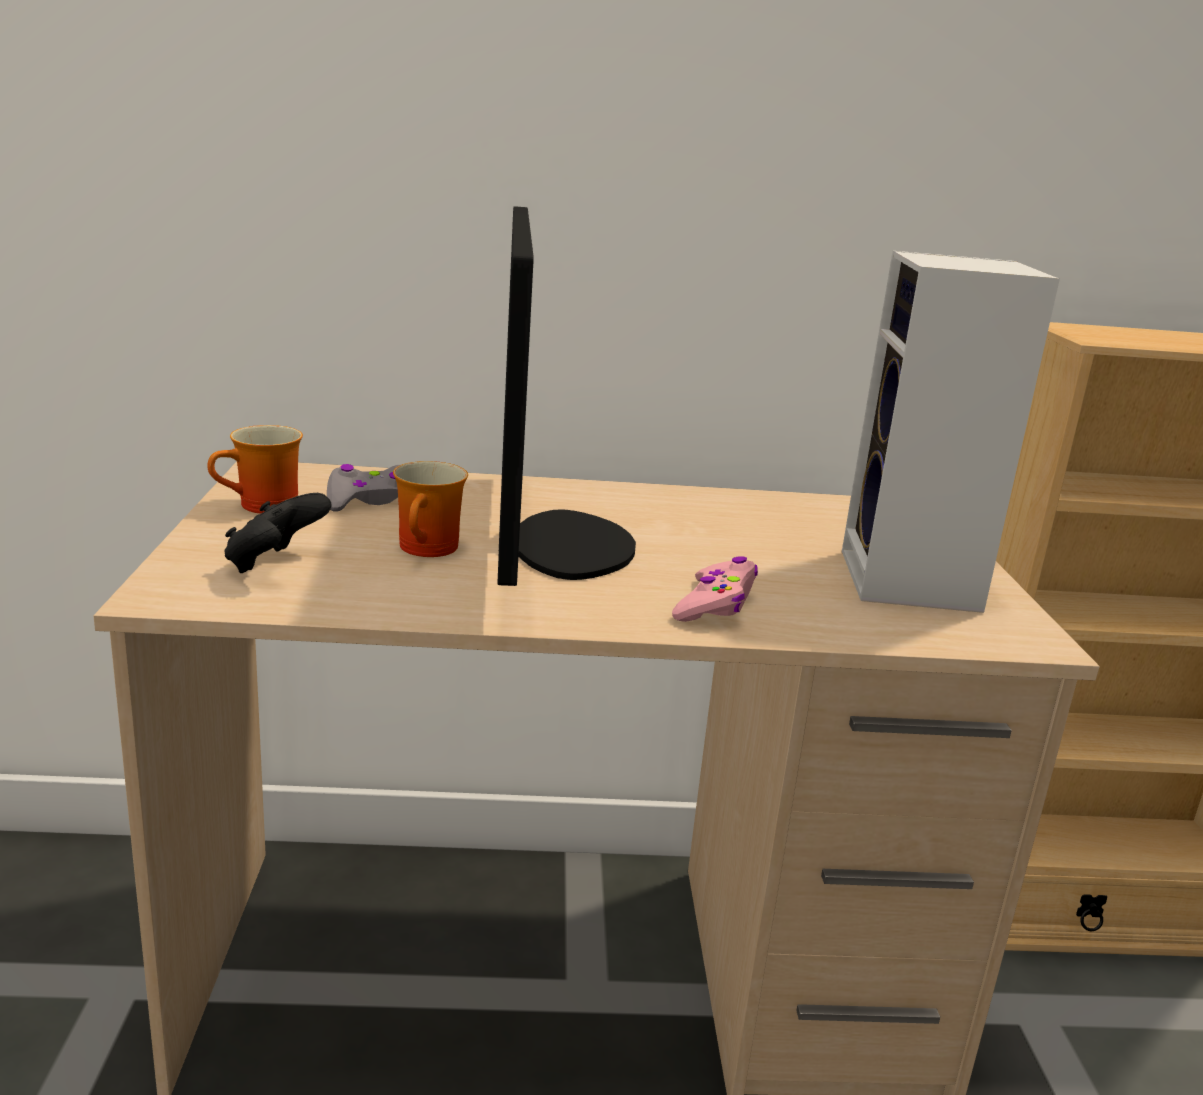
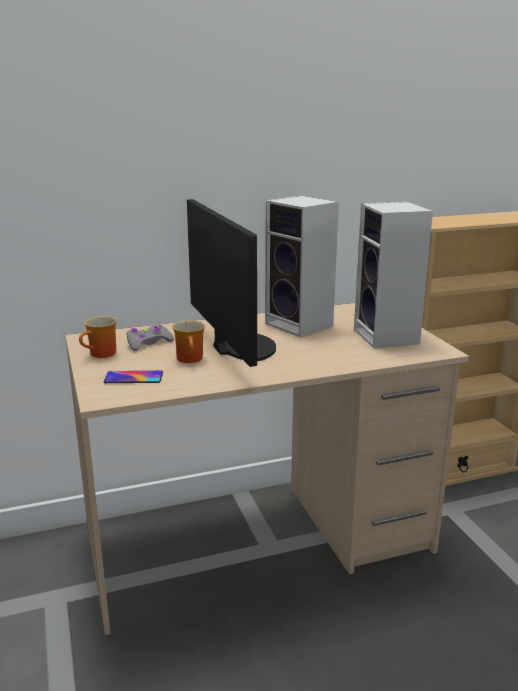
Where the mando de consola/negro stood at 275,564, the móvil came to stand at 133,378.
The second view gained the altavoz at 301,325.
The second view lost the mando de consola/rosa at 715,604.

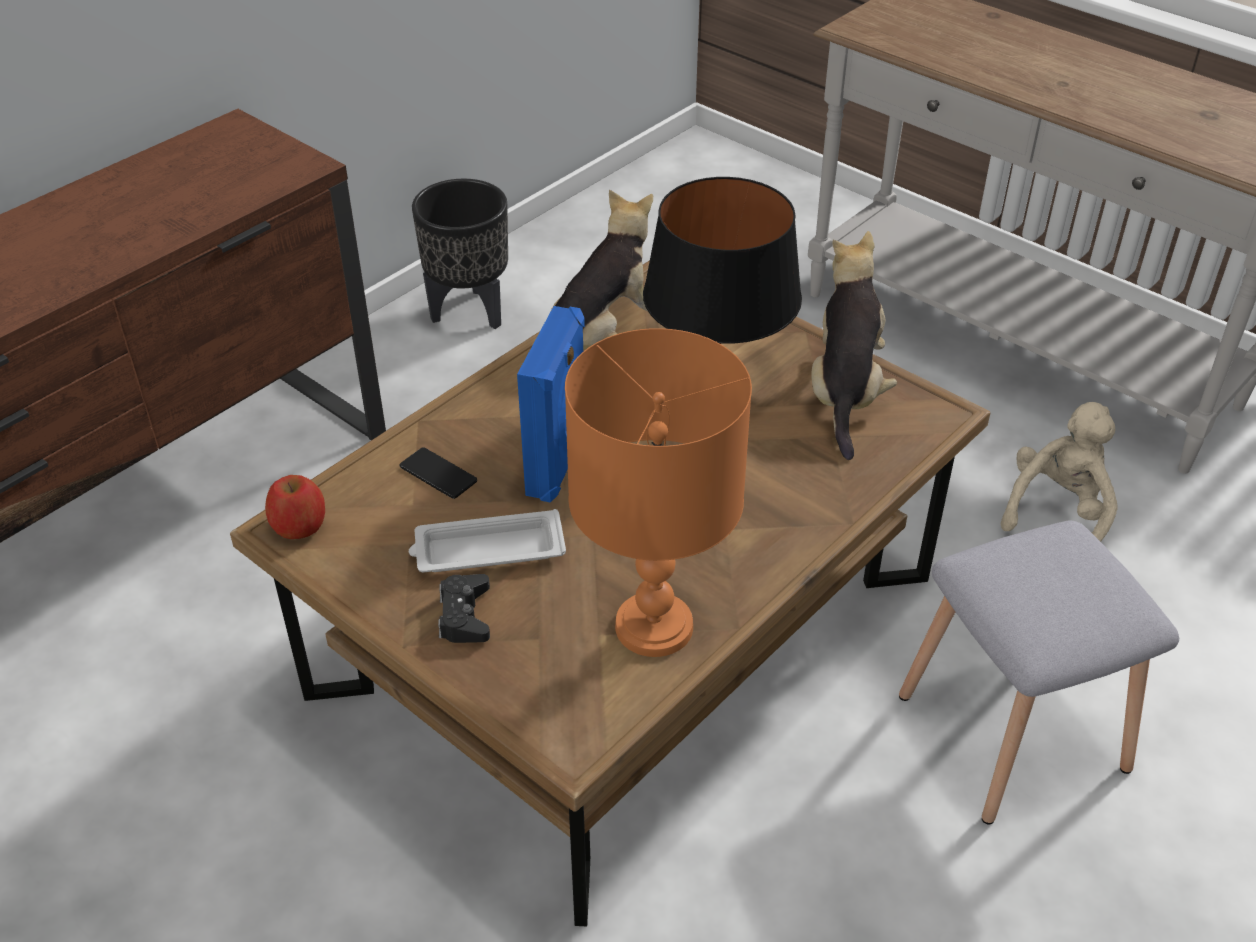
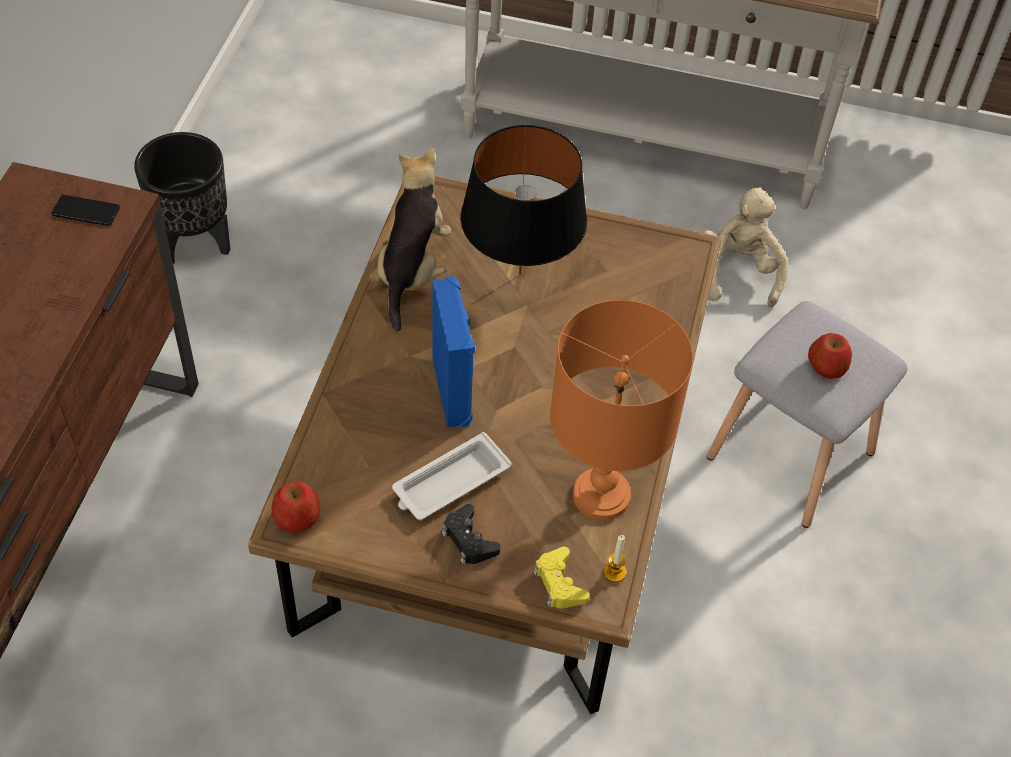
The móvil ended up elsewhere, having gone from 438,474 to 86,211.
The second view gained the mando de consola/amarillo at 559,583.
The second view gained the vela at 614,572.
The second view gained the manzana at 826,366.
The second view lost the peluche at 845,393.

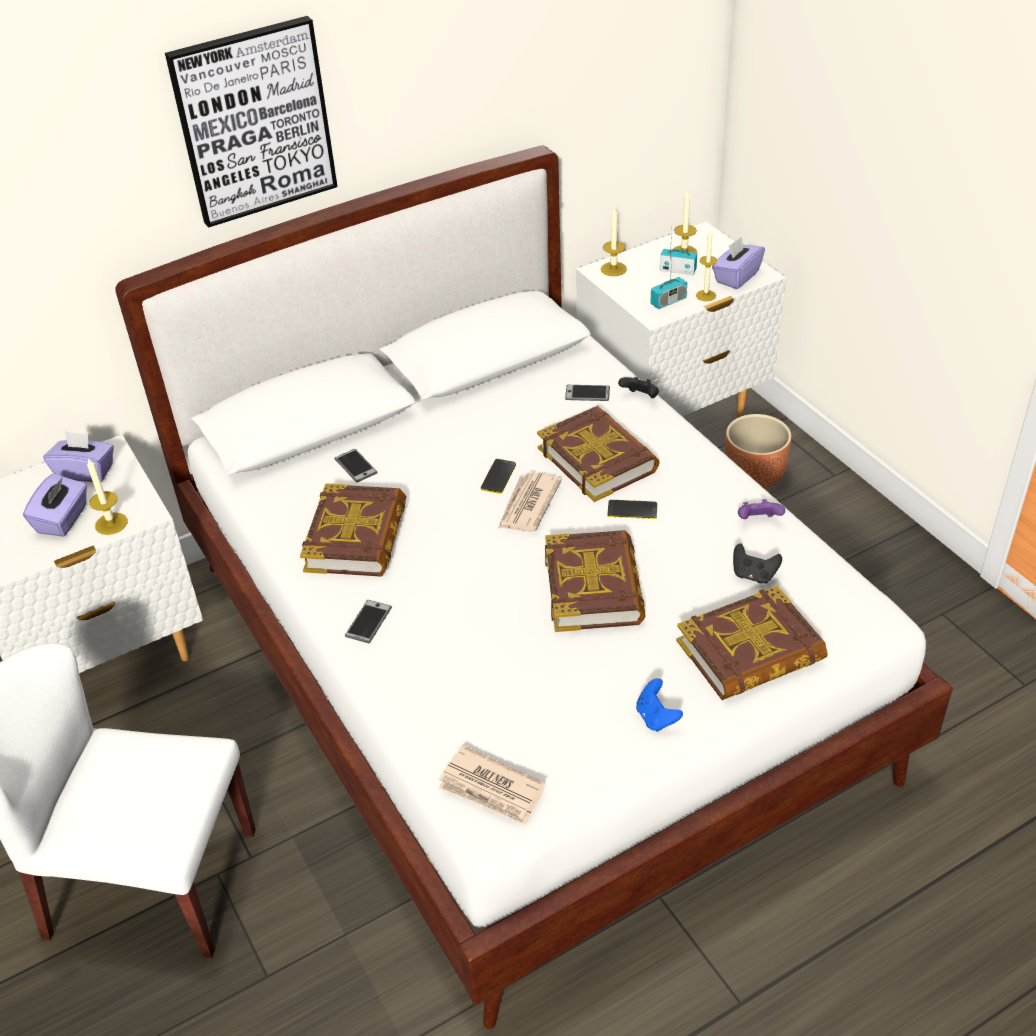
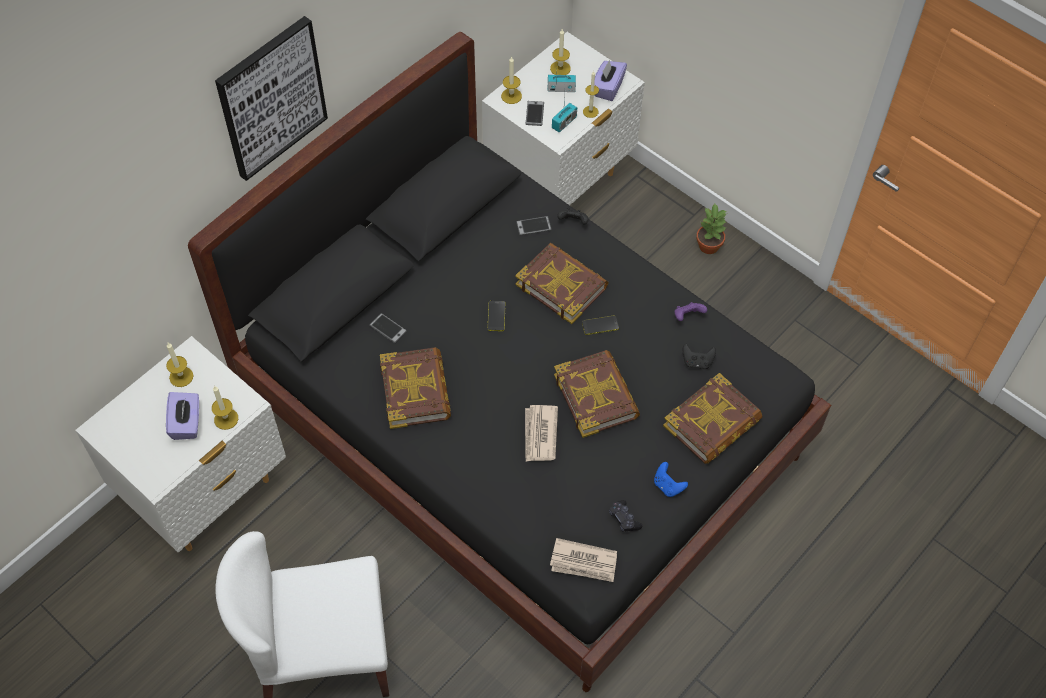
Where the caja de pañuelos/morado stood at 86,471, the vela came to stand at 181,376.
What was the cama/blanco at 527,665 turned into the cama/negro at 522,427.
The móvil ended up elsewhere, having gone from 368,622 to 534,114.
The periódico ended up elsewhere, having gone from 528,505 to 540,435.
The second view gained the mando de consola/negro at 624,519.
The second view gained the planta en maceta at 709,245.
The second view lost the maceta/marrón at 754,476.

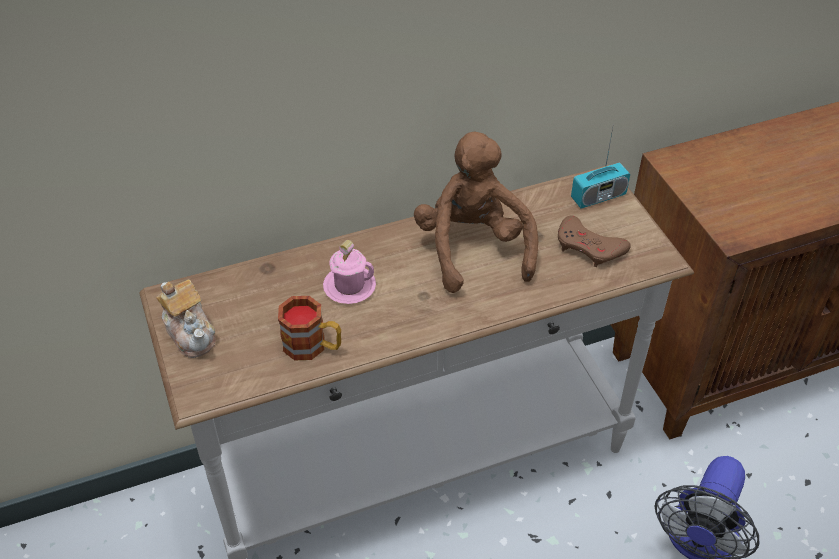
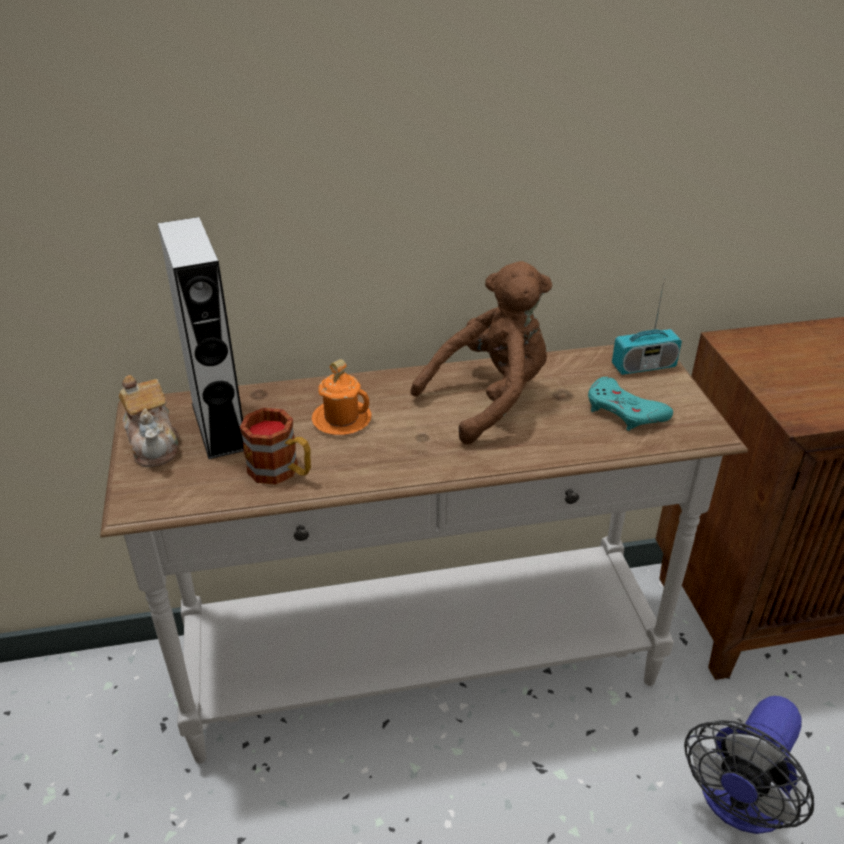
The second view gained the altavoz/gris at 219,426.
What was the taza grande/rosa at 349,286 turned into the taza grande/naranja at 341,420.
The peluche/marrón at 473,248 ended up facing another way, 60 degrees clockwise from before.
What was the mando de consola/marrón at 589,247 turned into the mando de consola/turquesa at 624,411.

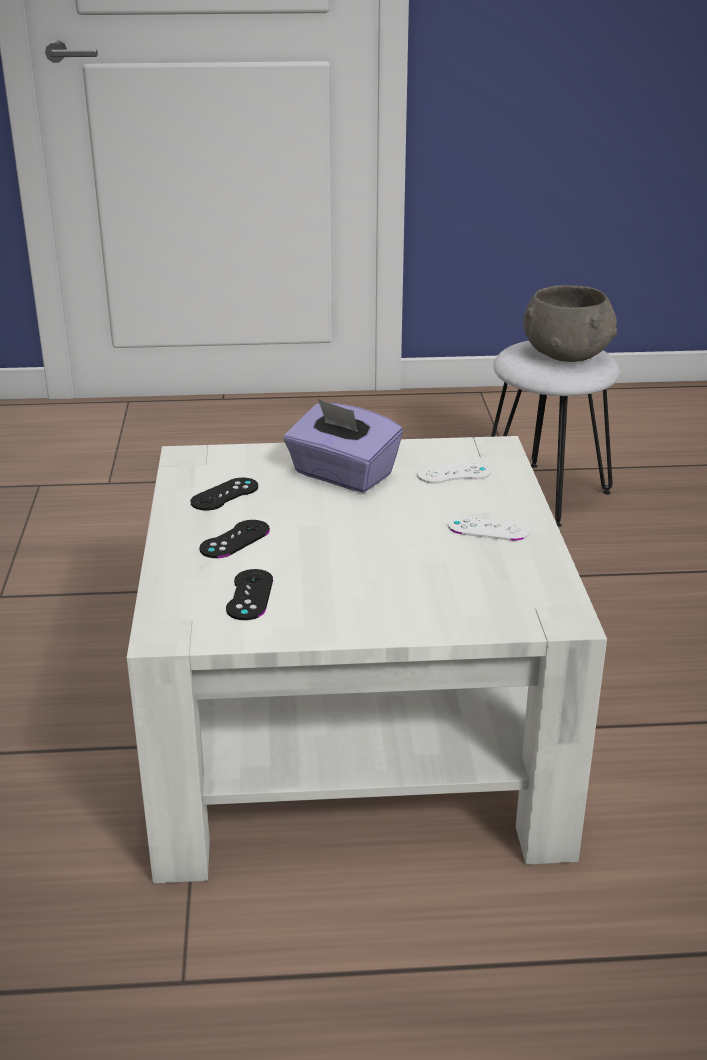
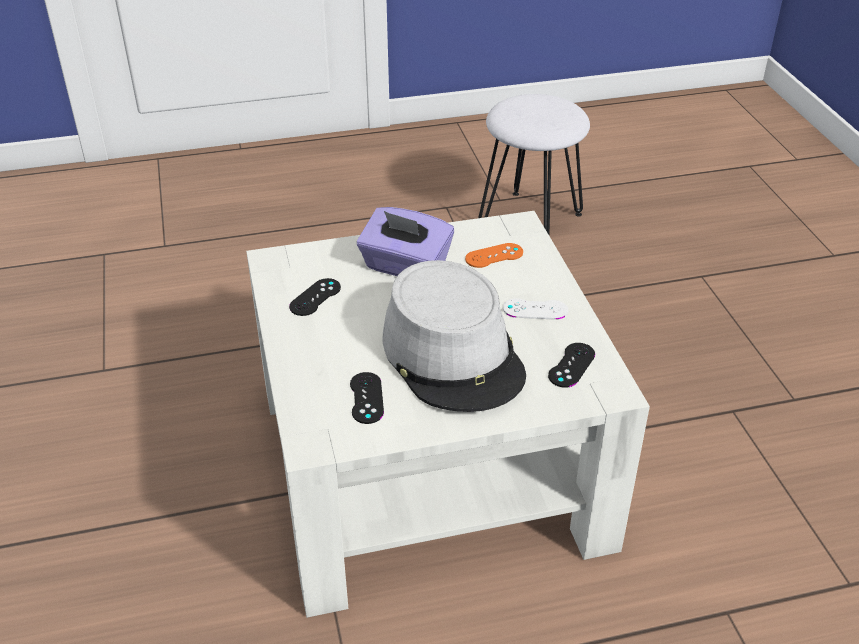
The second view gained the sombrero/gris at 453,355.
What was the mando de consola/blanco at 454,474 turned into the mando de consola/naranja at 494,256.
The mando de consola/negro ended up elsewhere, having gone from 235,539 to 571,365.
The second view lost the cuenco/gris at 566,354.

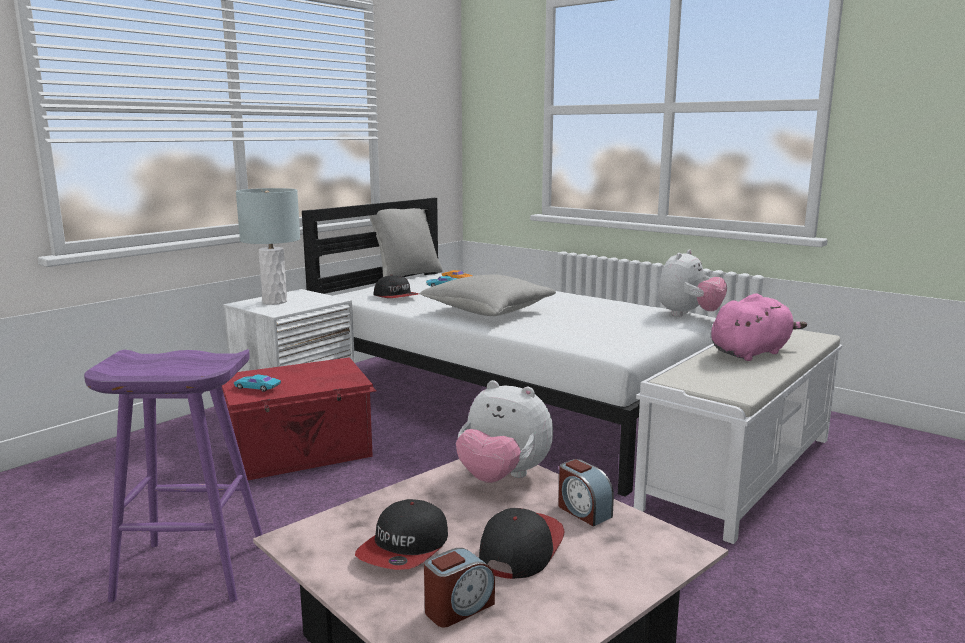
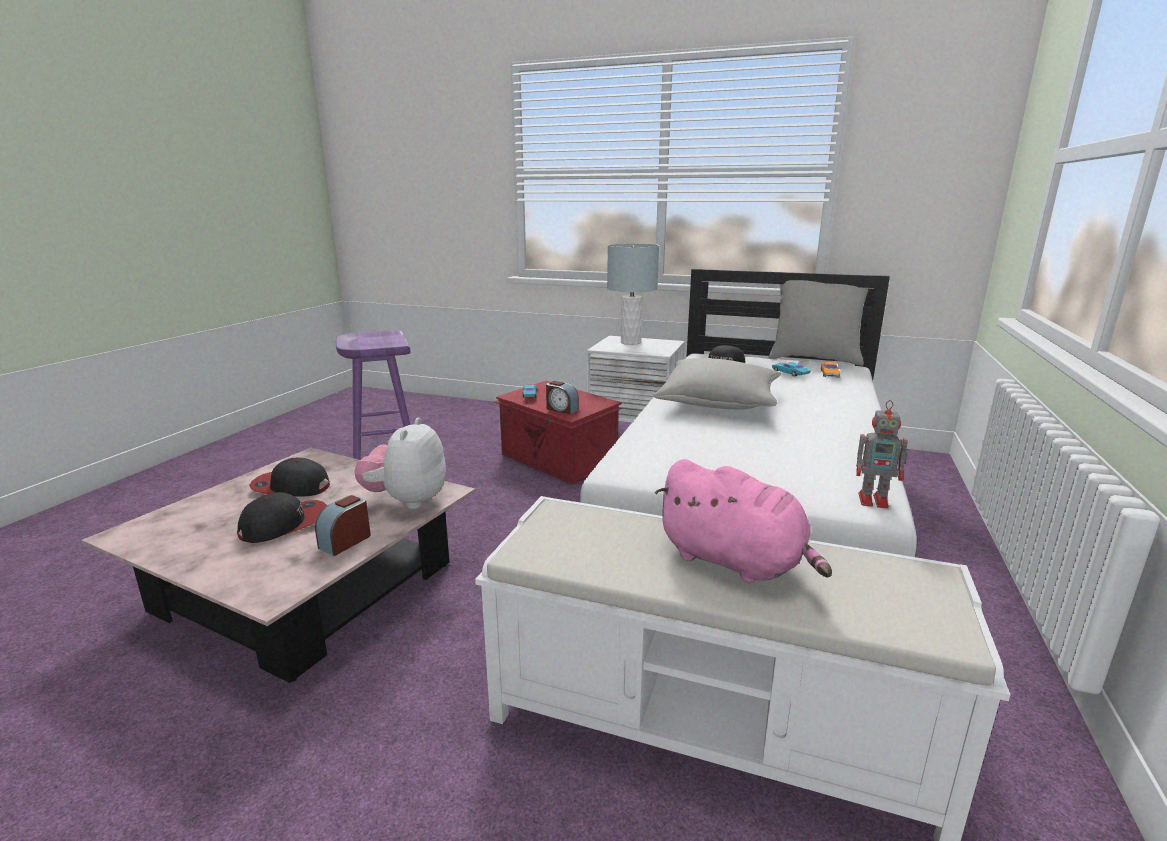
The gorra at 520,548 ended up facing another way, 45 degrees counterclockwise from before.
The despertador ended up elsewhere, having gone from 458,608 to 561,409.
Where the peluche stood at 688,315, the robot de juguete came to stand at 875,500.

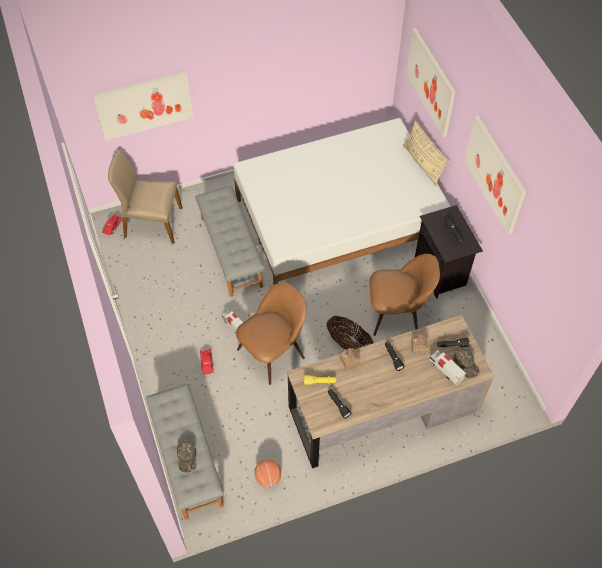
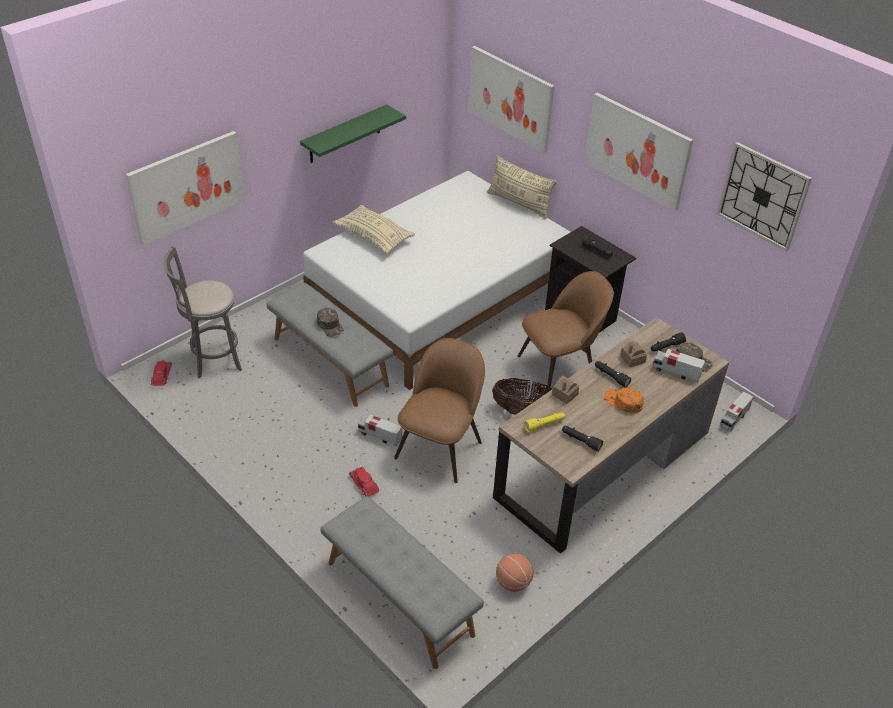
Where the silla/beis stood at 152,222, the taburete/gris came to stand at 213,359.
The second view gained the estante/verde at 345,134.
The gorra/verde ended up elsewhere, having gone from 187,457 to 330,325.
The second view gained the cojín/beis at 374,236.
The second view gained the gorra/naranja at 623,402.
The second view gained the reloj de pared at 762,196.
The second view gained the camión de juguete at 734,419.

